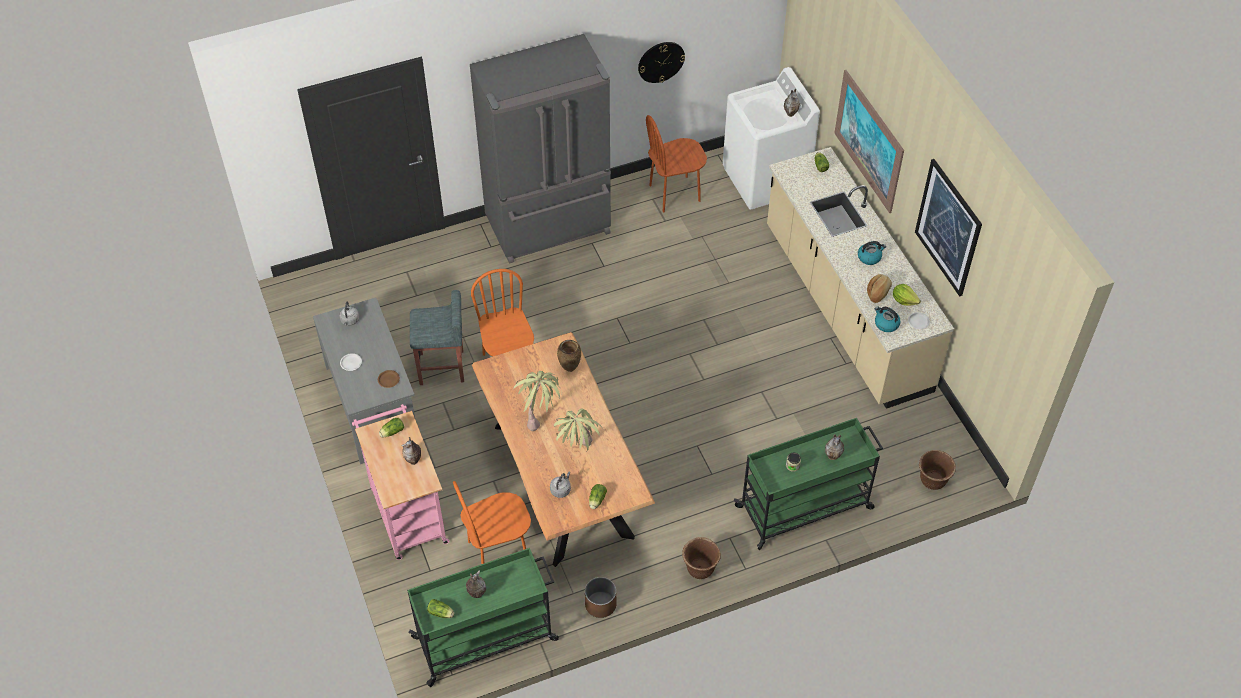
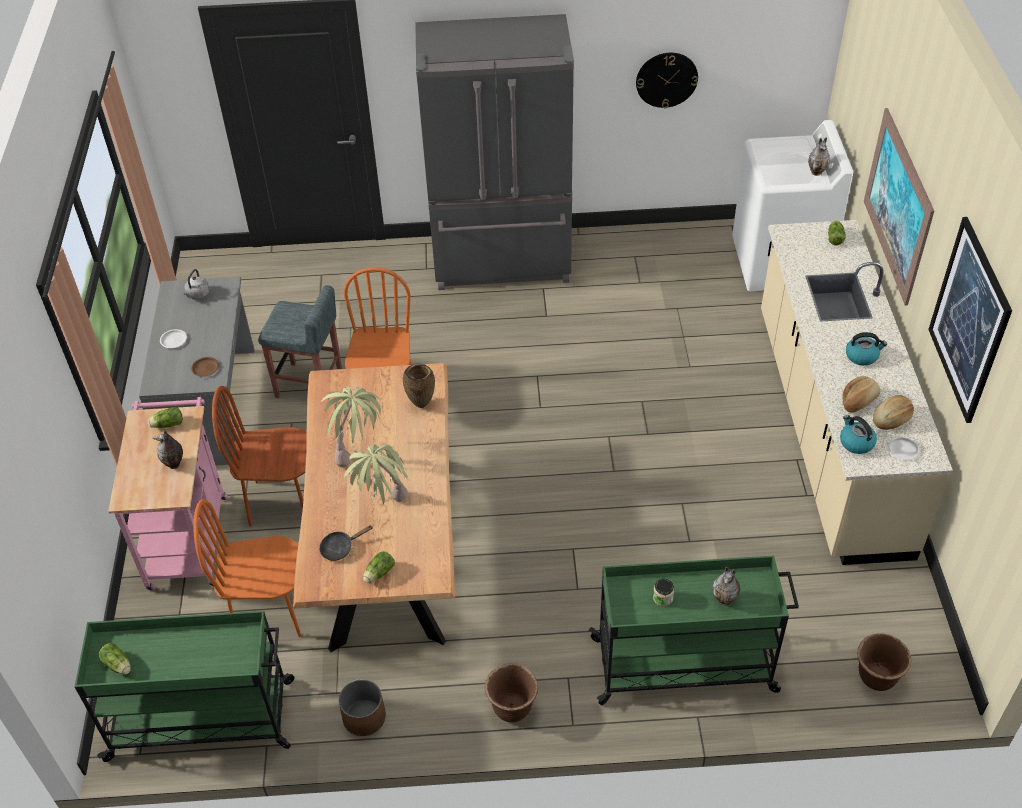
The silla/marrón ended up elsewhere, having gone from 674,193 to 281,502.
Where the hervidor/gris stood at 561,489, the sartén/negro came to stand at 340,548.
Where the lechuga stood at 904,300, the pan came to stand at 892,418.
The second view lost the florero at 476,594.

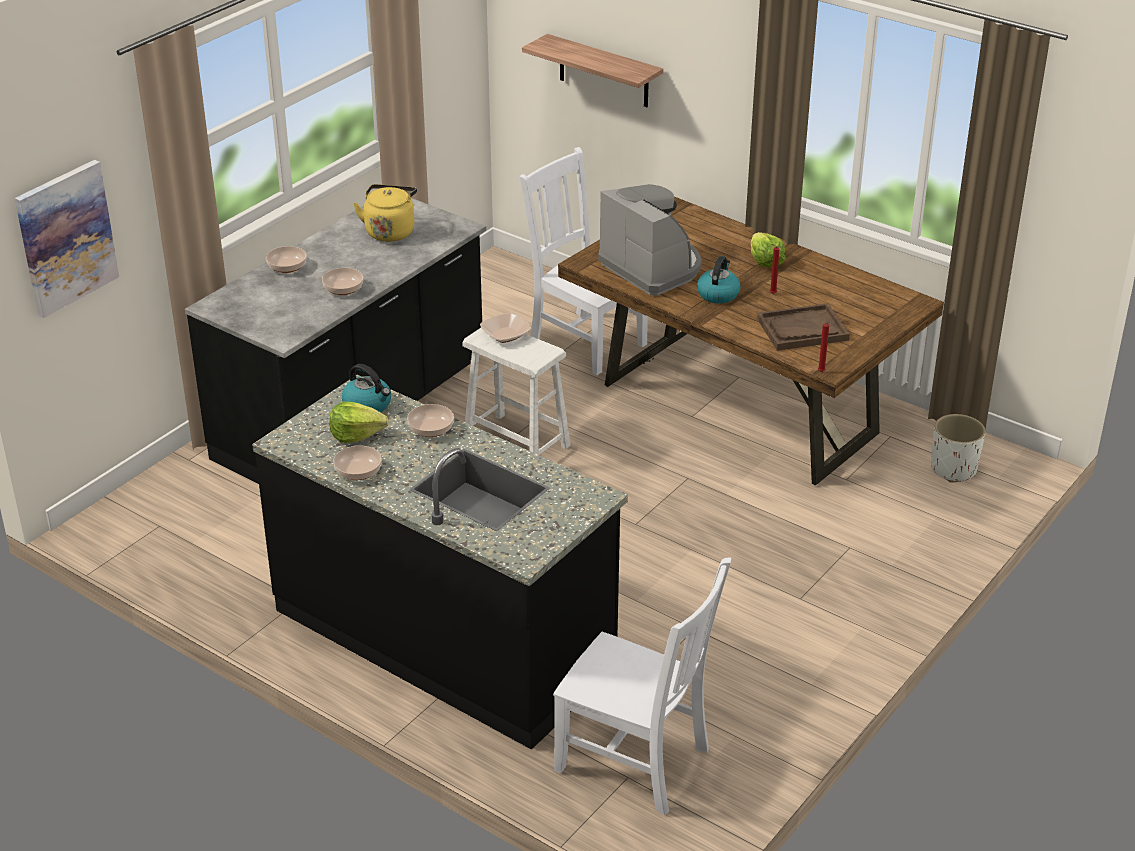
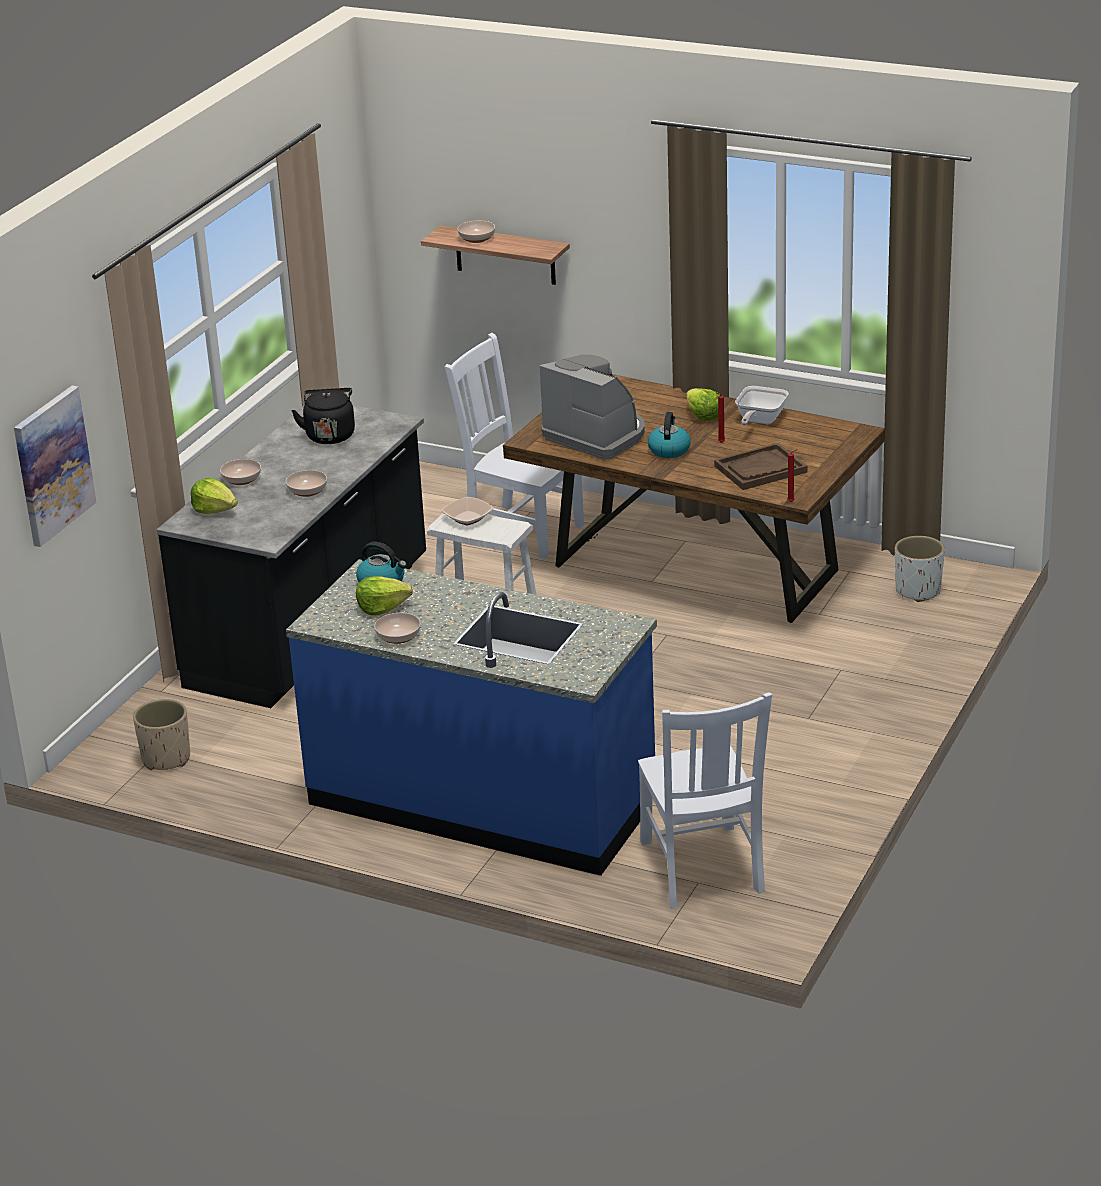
The second view gained the maceta/beis at 166,758.
The second view gained the lechuga at 214,509.
What was the mueble bajo de cocina/negro at 445,636 turned into the mueble bajo de cocina/azul at 483,800.
What was the hervidor/amarillo at 390,231 turned into the hervidor/negro at 330,434.
The cuenco ended up elsewhere, having gone from 430,429 to 476,238.
The silla/blanco at 637,762 ended up facing another way, 60 degrees clockwise from before.
The second view gained the sartén at 759,421.

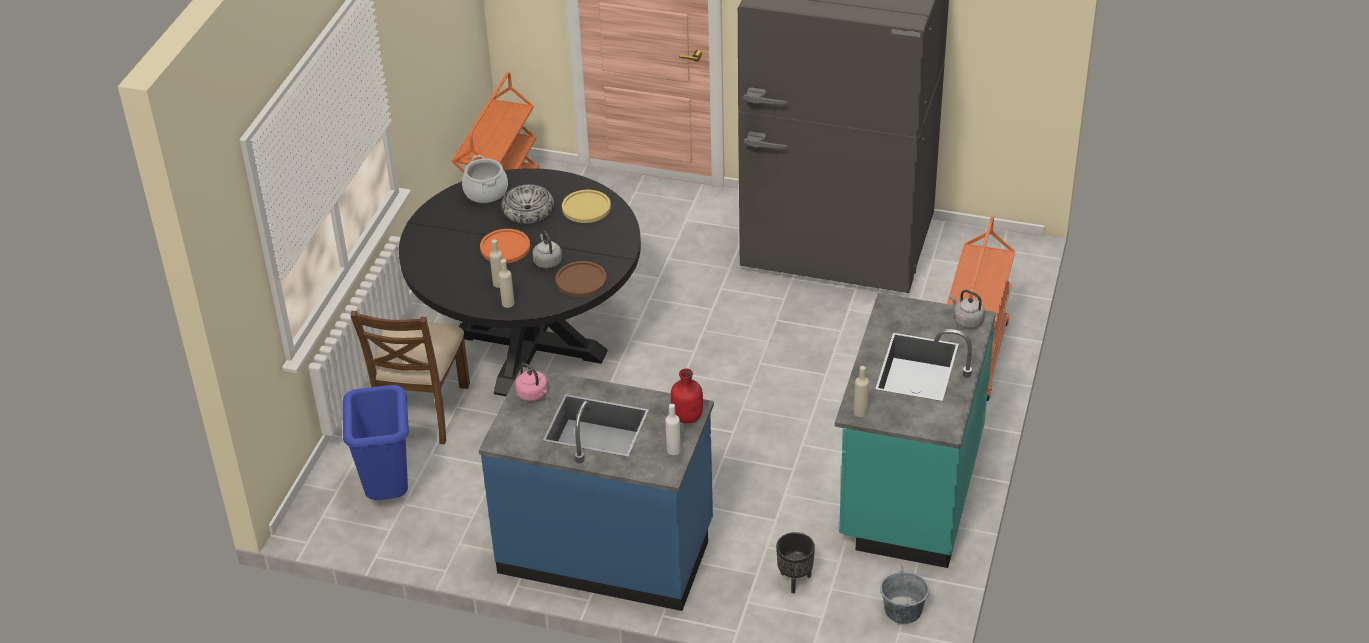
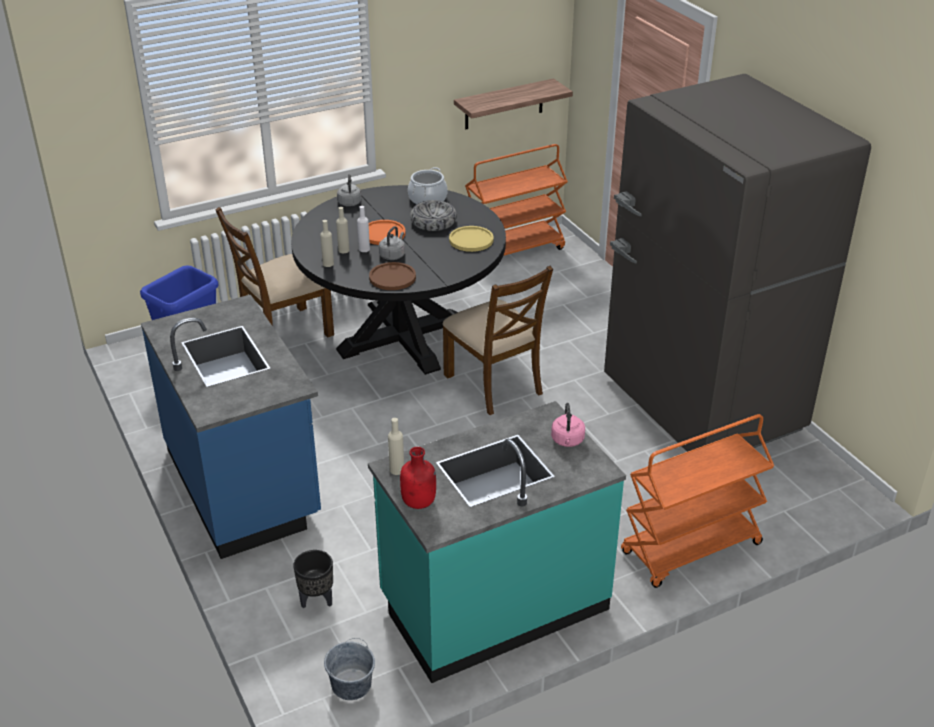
The hervidor/gris ended up elsewhere, having gone from 966,320 to 349,202.
The botella/blanco ended up elsewhere, having gone from 673,450 to 364,249.
The botella/rojo ended up elsewhere, having gone from 688,417 to 419,502.
The second view gained the silla/marrón at 494,384.
The second view gained the estante at 504,104.
The hervidor/rosa ended up elsewhere, having gone from 533,394 to 567,441.

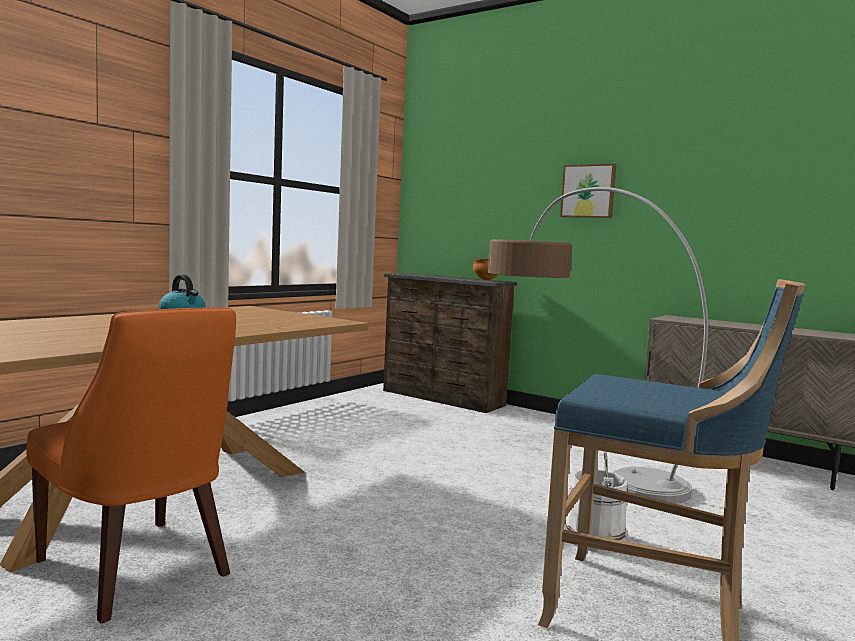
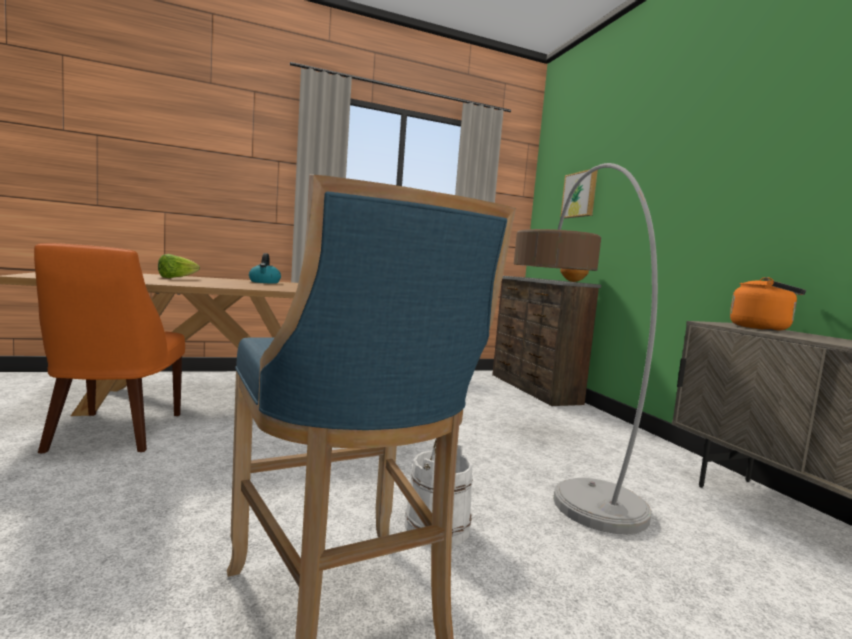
The second view gained the lechuga at 176,278.
The cuadro ended up elsewhere, having gone from 588,191 to 580,195.
The second view gained the hervidor/naranja at 763,328.

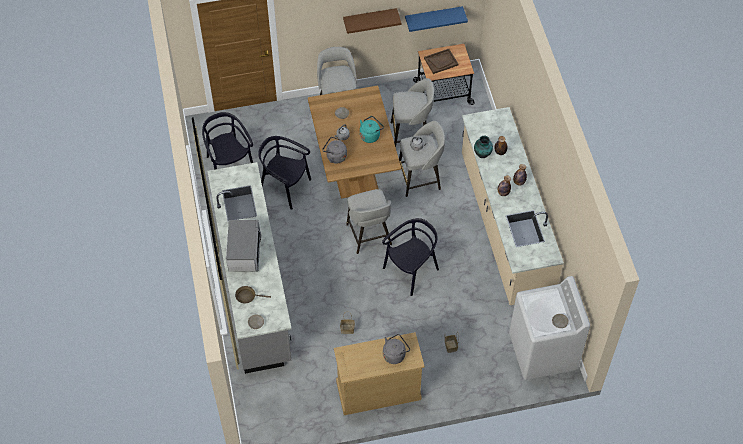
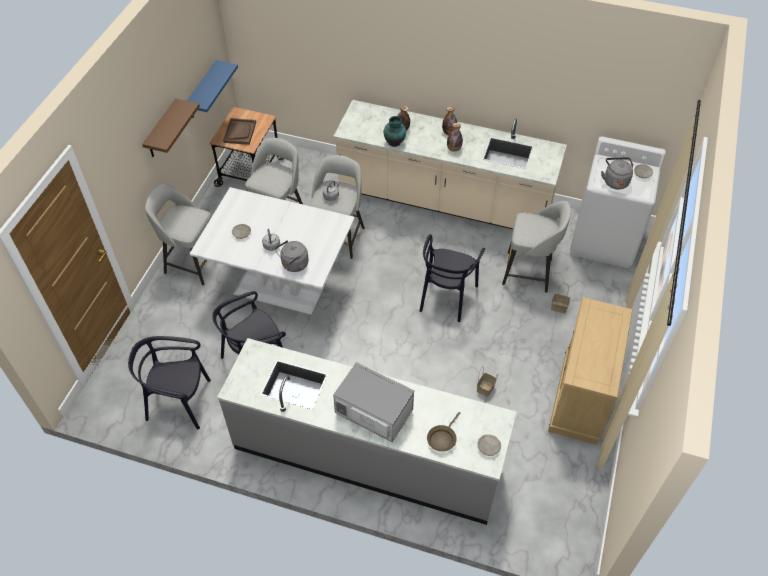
What was the mesa de comedor/marrón at 354,168 turned into the mesa de comedor/blanco at 281,285.
The silla/negro at 411,271 ended up facing another way, 150 degrees counterclockwise from before.
The taburete/gris ended up elsewhere, having gone from 369,236 to 529,272.
The hervidor/gris ended up elsewhere, having gone from 395,354 to 615,181.
The second view lost the hervidor/turquesa at 370,135.

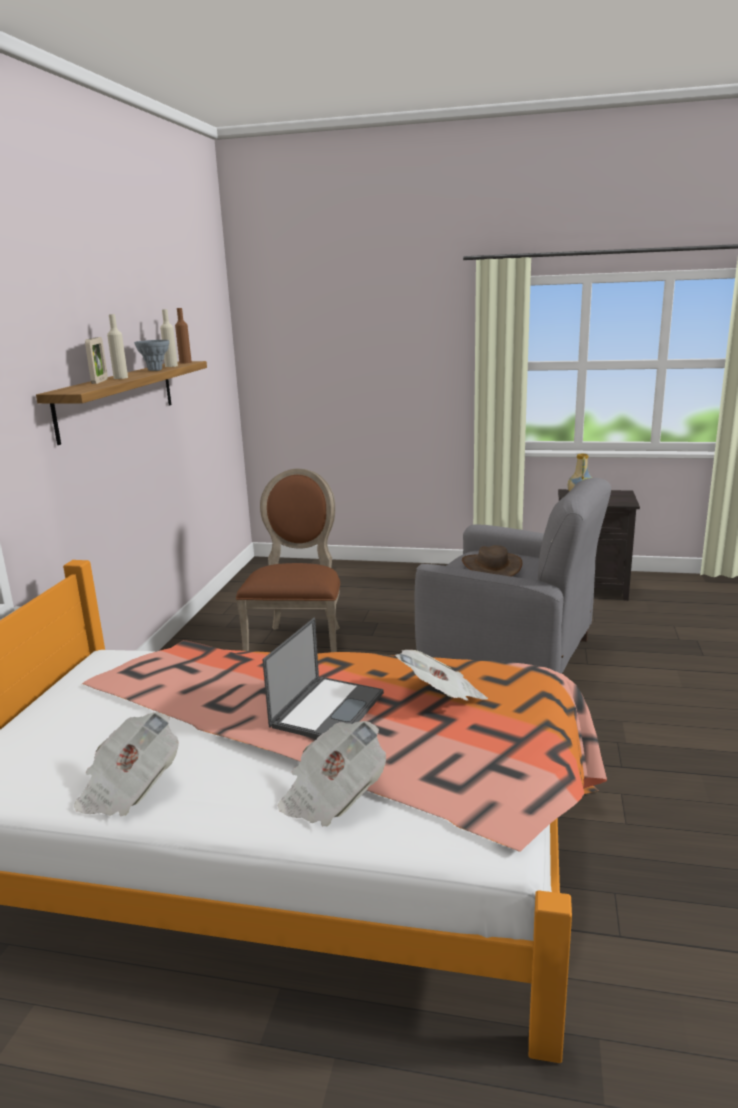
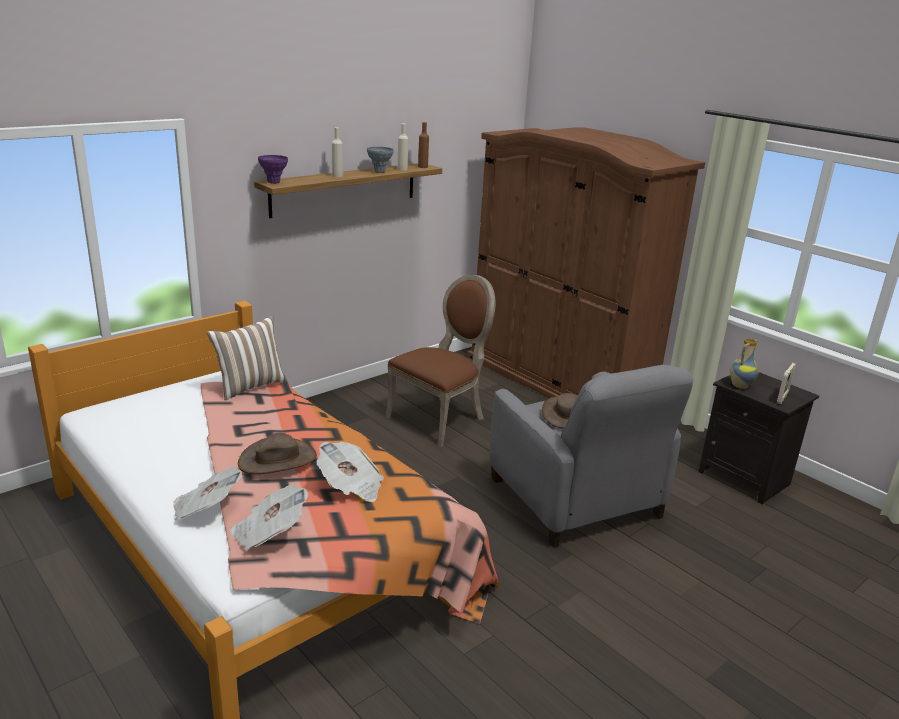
The second view gained the cojín at 250,386.
The periódico ended up elsewhere, having gone from 129,788 to 269,533.
Where the portátil stood at 327,709, the sombrero/marrón came to stand at 277,459.
The second view gained the florero/morado at 274,182.
The second view gained the armario ropero/marrón at 558,381.
The portarretratos ended up elsewhere, having gone from 100,381 to 782,398.

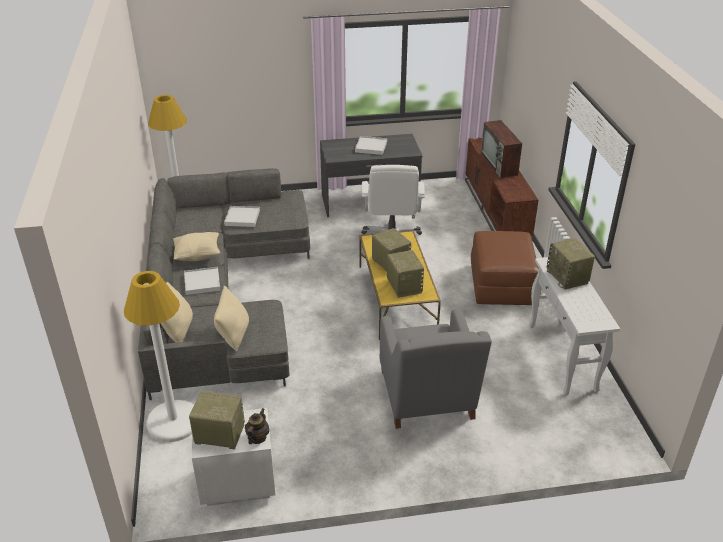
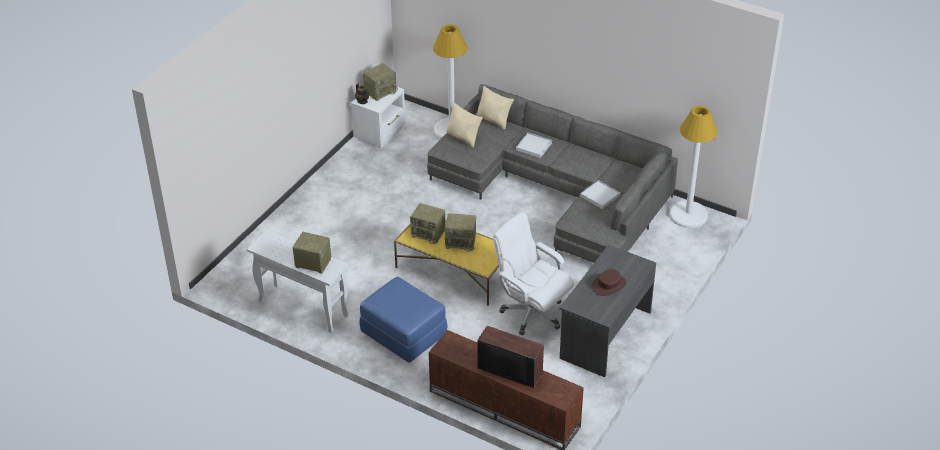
What was the puf/marrón at 502,285 turned into the puf/azul at 403,334.
Where the bandeja/blanco stood at 371,147, the sombrero/marrón came to stand at 608,285.
The second view lost the cojín/beis at 198,255.
The second view lost the sillón/gris at 427,397.

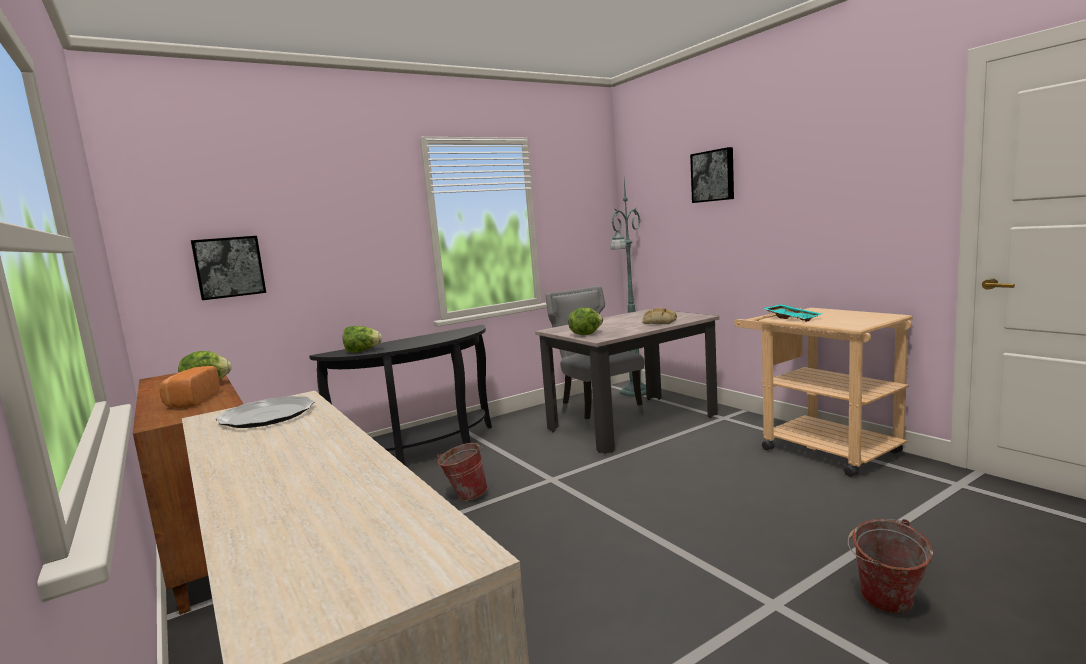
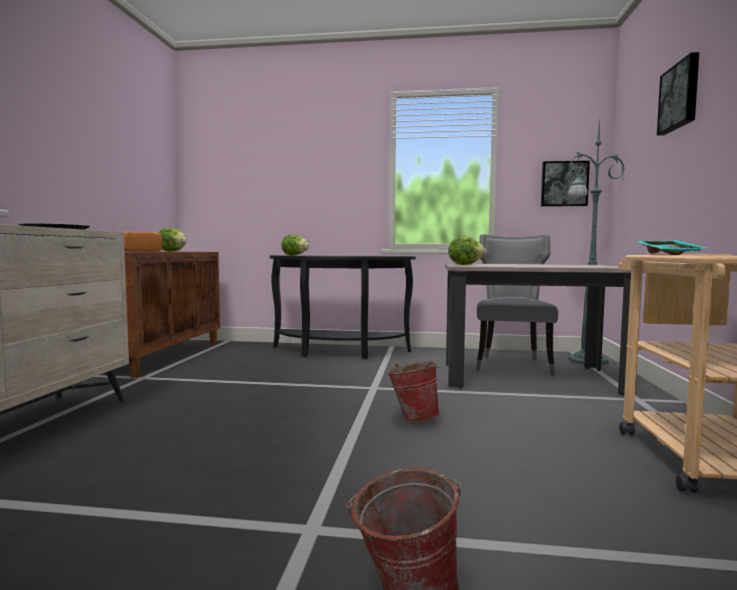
The cubo ended up elsewhere, having gone from 464,496 to 413,418.
The cuadro ended up elsewhere, having gone from 229,267 to 564,184.
The second view lost the pan at 659,322.

